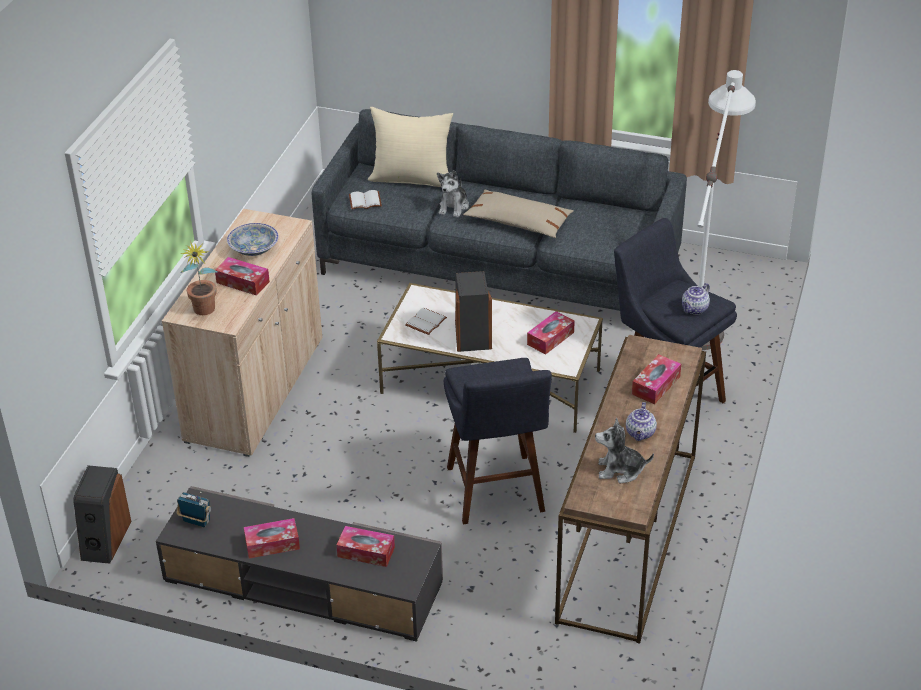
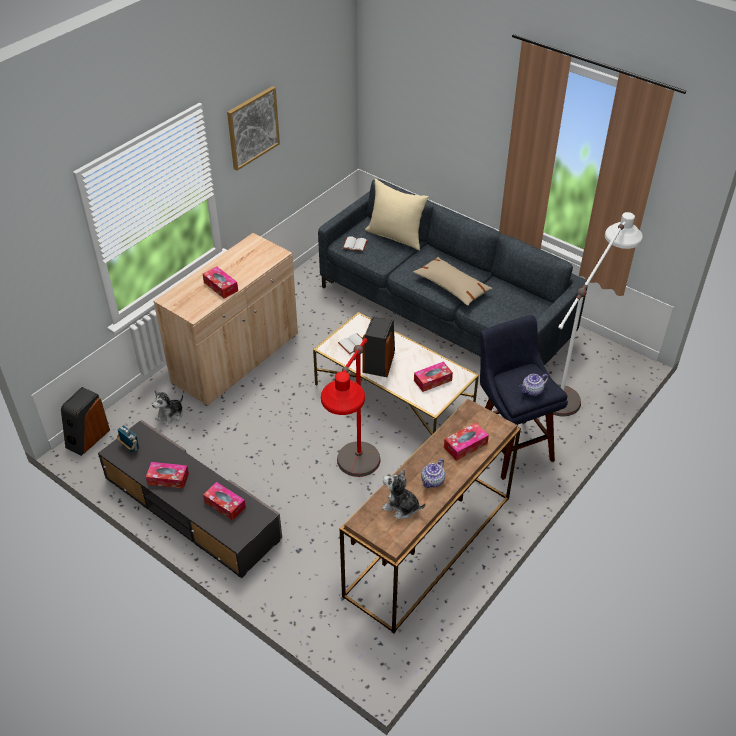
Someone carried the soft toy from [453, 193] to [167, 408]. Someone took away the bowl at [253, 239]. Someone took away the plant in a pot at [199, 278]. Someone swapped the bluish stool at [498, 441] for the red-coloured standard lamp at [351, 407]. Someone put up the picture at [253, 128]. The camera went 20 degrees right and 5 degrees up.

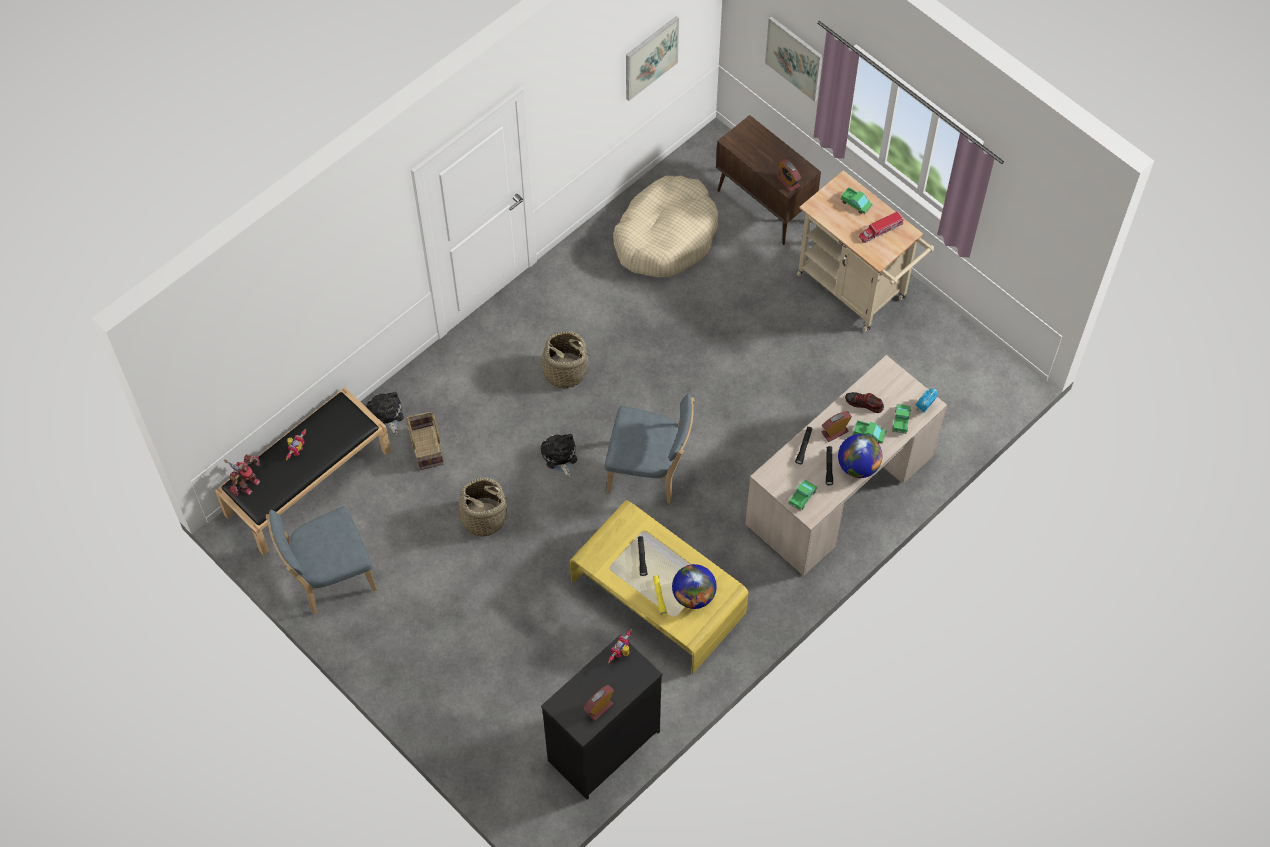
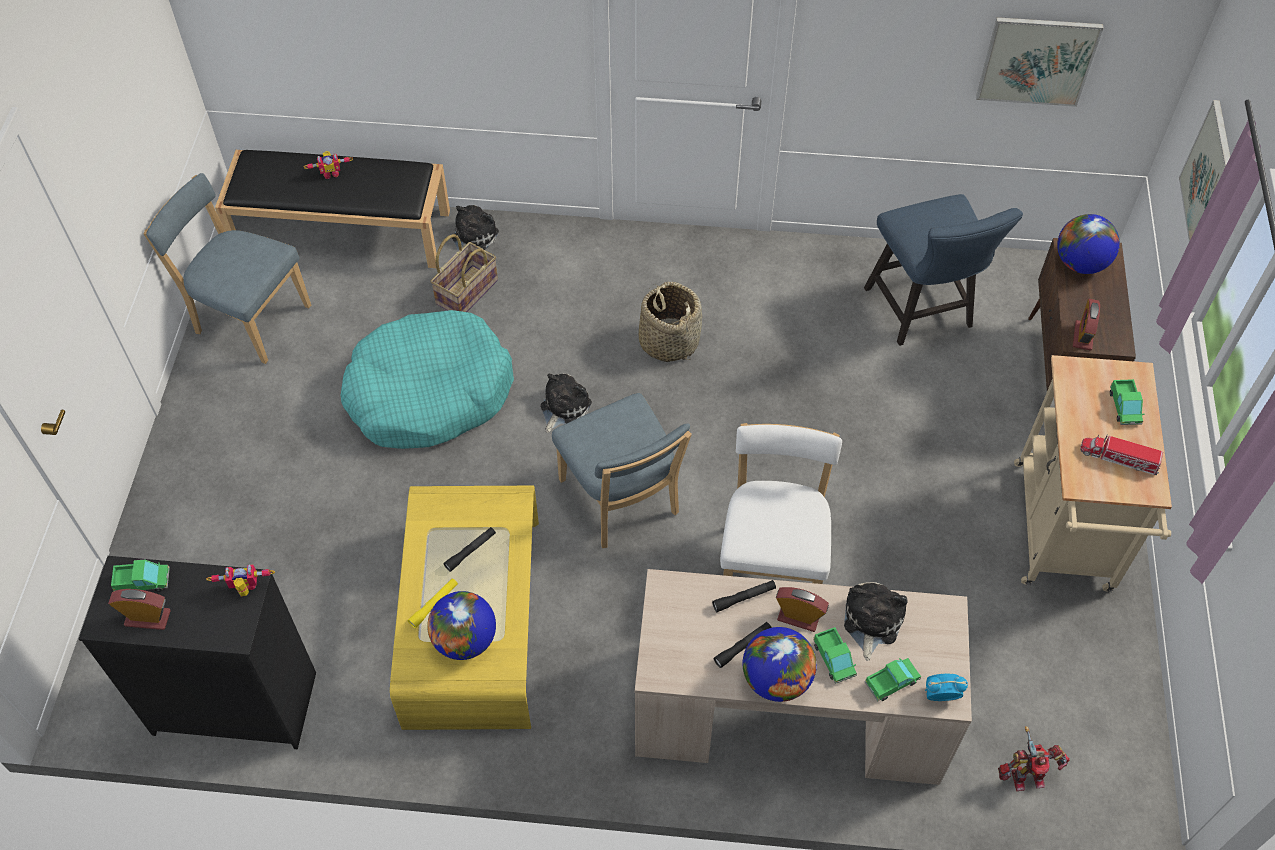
Someone swapped the beige-coloured dog bed at [665, 226] for the bluish chair at [943, 270]. Someone swapped the low shoe at [864, 402] for the soft toy at [876, 621]. Someone carried the robot figure from [241, 476] to [1034, 758]. Someone swapped the household basket at [480, 507] for the blue-green dog bed at [427, 379]. Someone carried the model truck from [802, 495] to [140, 576]. Someone put down the desk globe at [1088, 244]. Someone put down the white chair at [781, 503]. The camera went 50 degrees right and 5 degrees down.

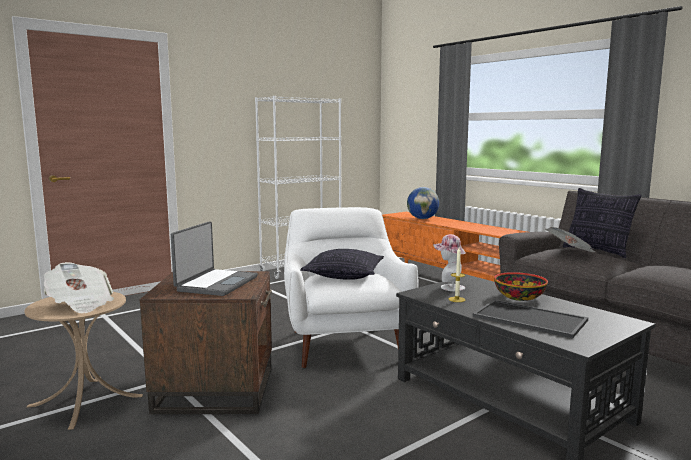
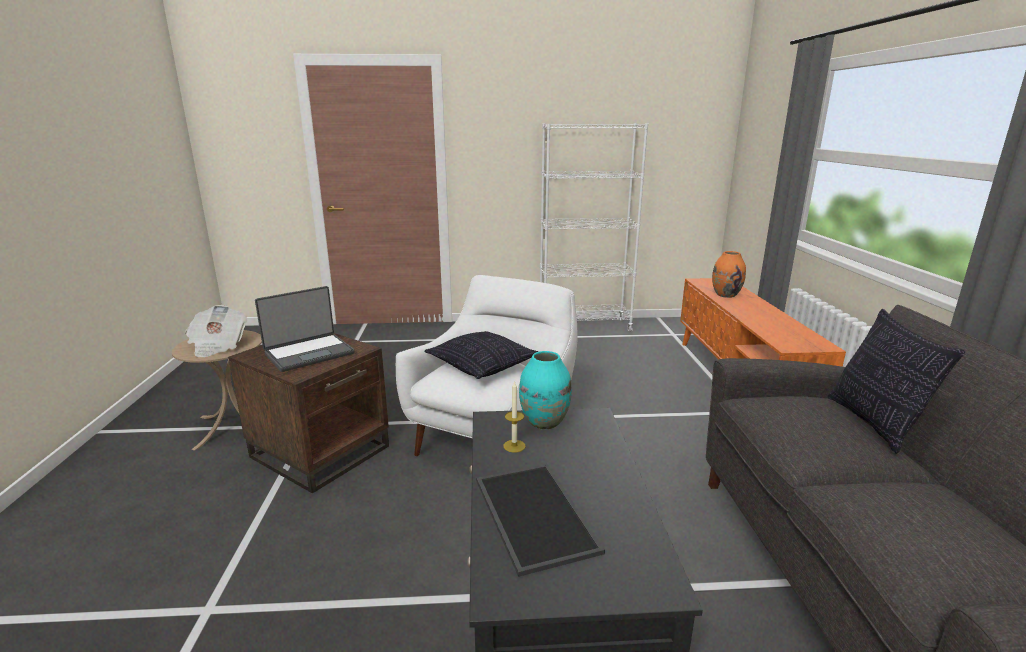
Someone swapped the desk globe at [423, 203] for the orangey vase at [729, 274]. Someone took away the printed paper at [570, 239]. Someone swapped the clothing hat at [449, 262] for the blue-green vase at [545, 390]. Someone took away the bowl at [521, 286]. The camera went 35 degrees right and 10 degrees up.

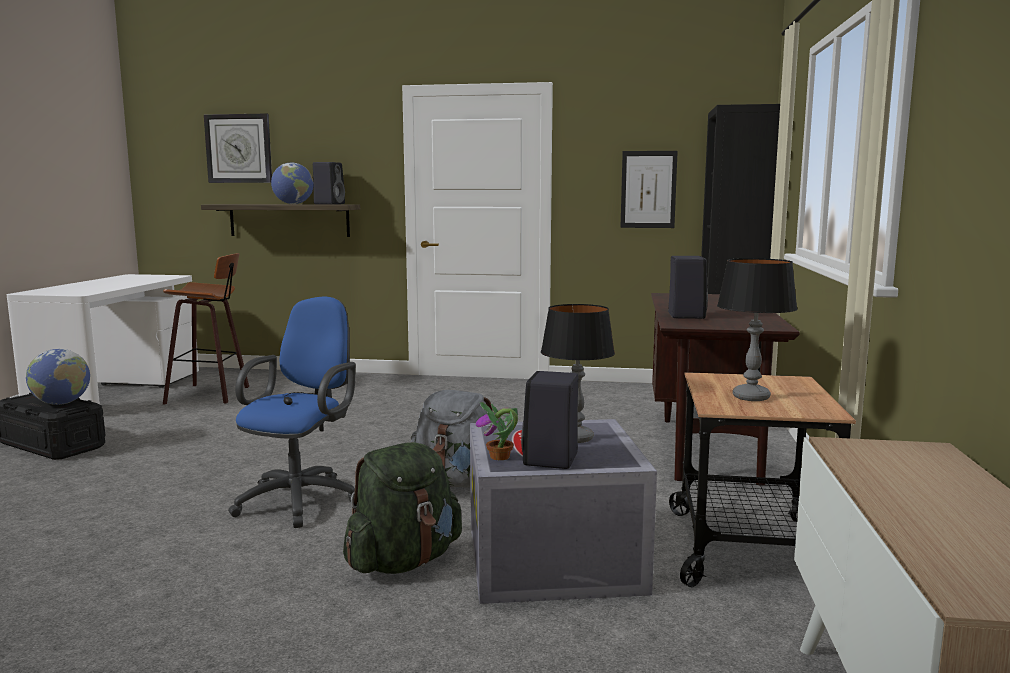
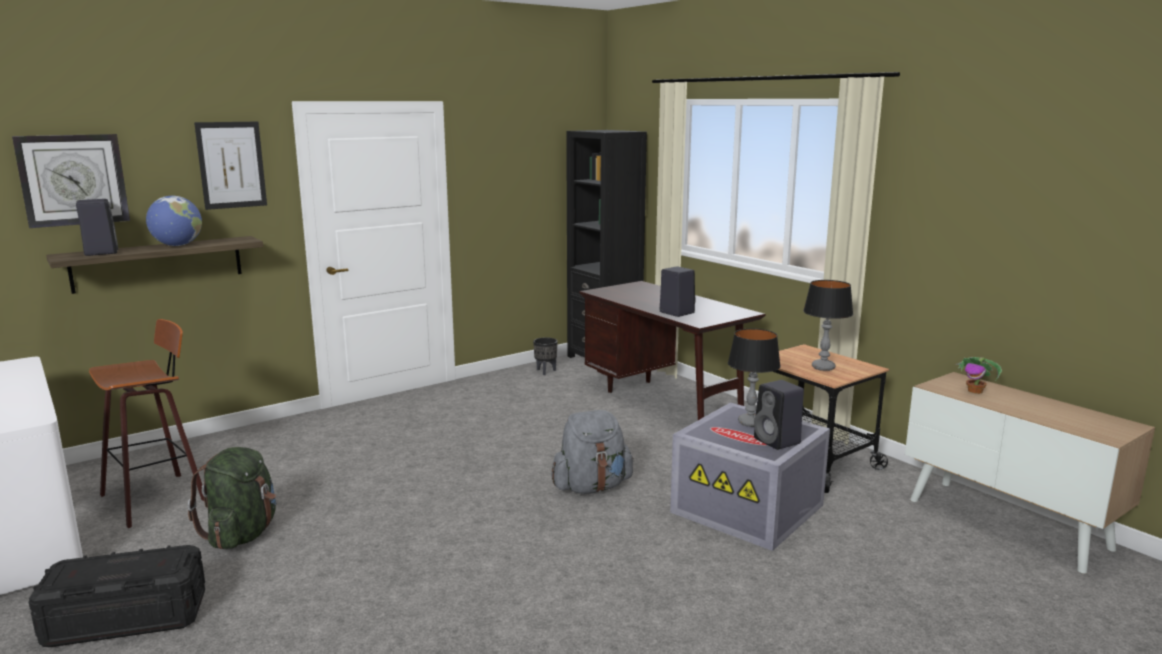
Someone carried the picture from [649, 189] to [230, 166]. Someone carried the black loudspeaker from [329, 183] to [97, 227]. Someone took away the bluish desk chair at [292, 412]. Someone took away the desk globe at [58, 377]. Someone carried the plant in a pot from [497, 431] to [979, 375]. Someone carried the green-coloured knapsack from [402, 508] to [232, 498]. Someone put down the black planter at [545, 356]. The camera went 45 degrees left and 5 degrees up.

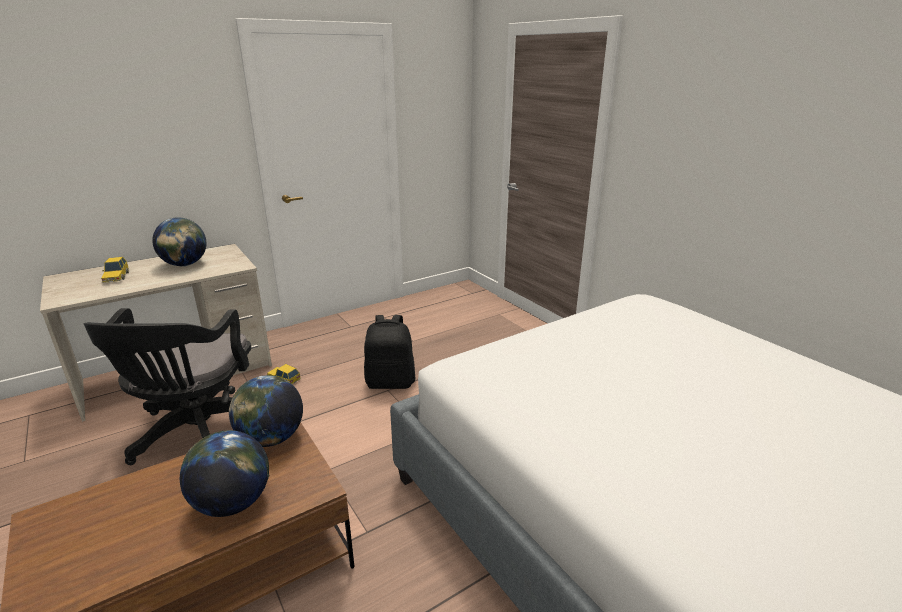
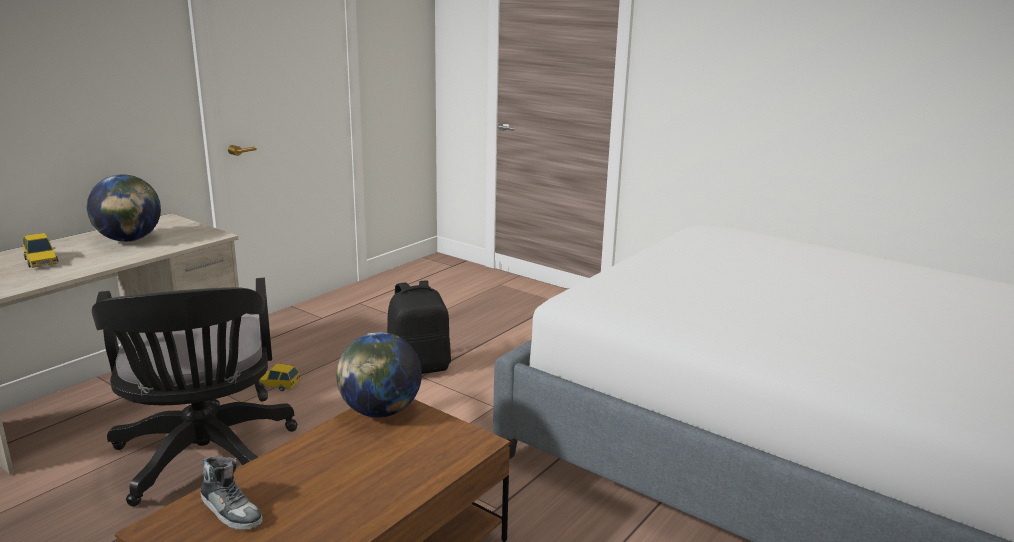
Someone took away the desk globe at [224, 473]. Someone put down the low shoe at [232, 493]. The camera went 20 degrees left and 5 degrees down.

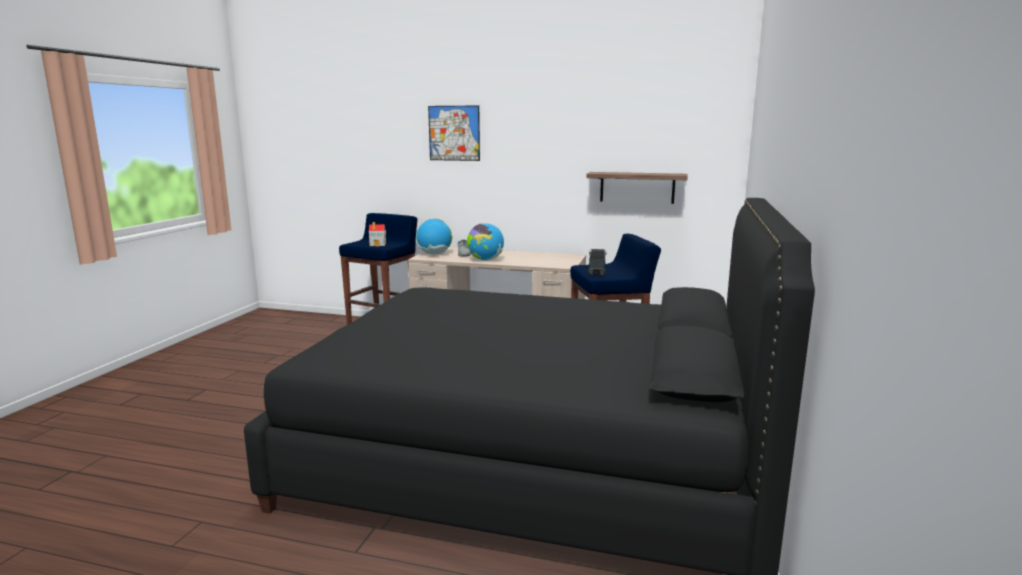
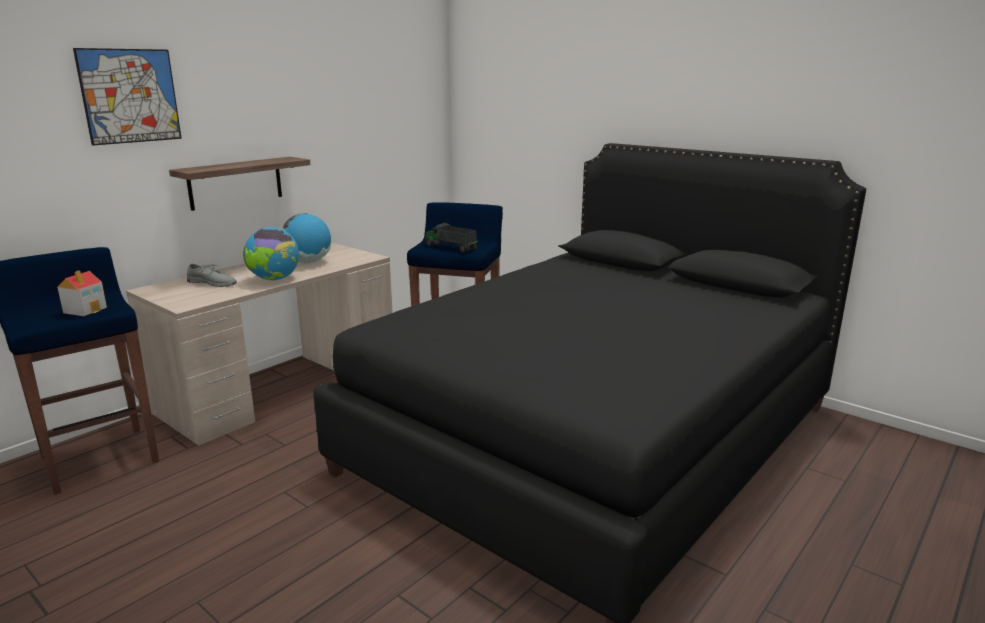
Someone carried the bracket shelf from [637, 188] to [239, 184]. Someone carried the desk globe from [434, 237] to [306, 238]. The camera went 65 degrees left and 5 degrees up.

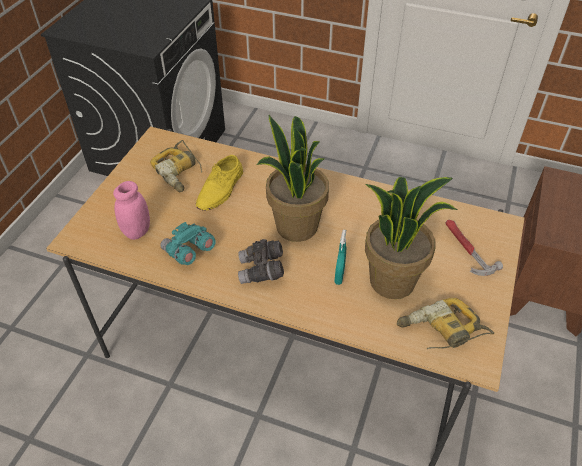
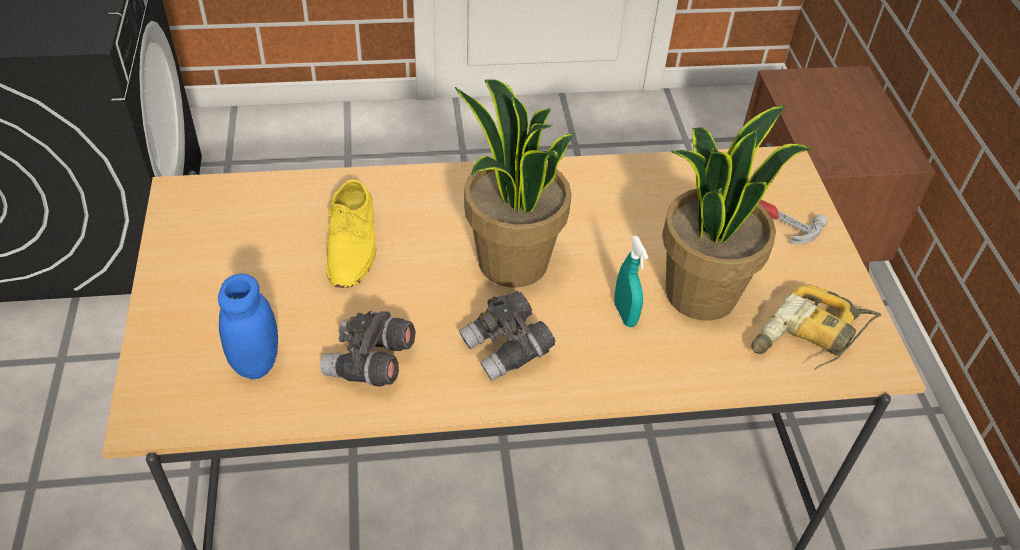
Someone took away the power drill at [176, 166]. Someone repainted the pinkish jar at [131, 210], which became the bluish jar at [248, 326]. Someone repainted the blue-green binoculars at [188, 243], which became the gray binoculars at [368, 349]. The camera went 30 degrees left and 0 degrees up.

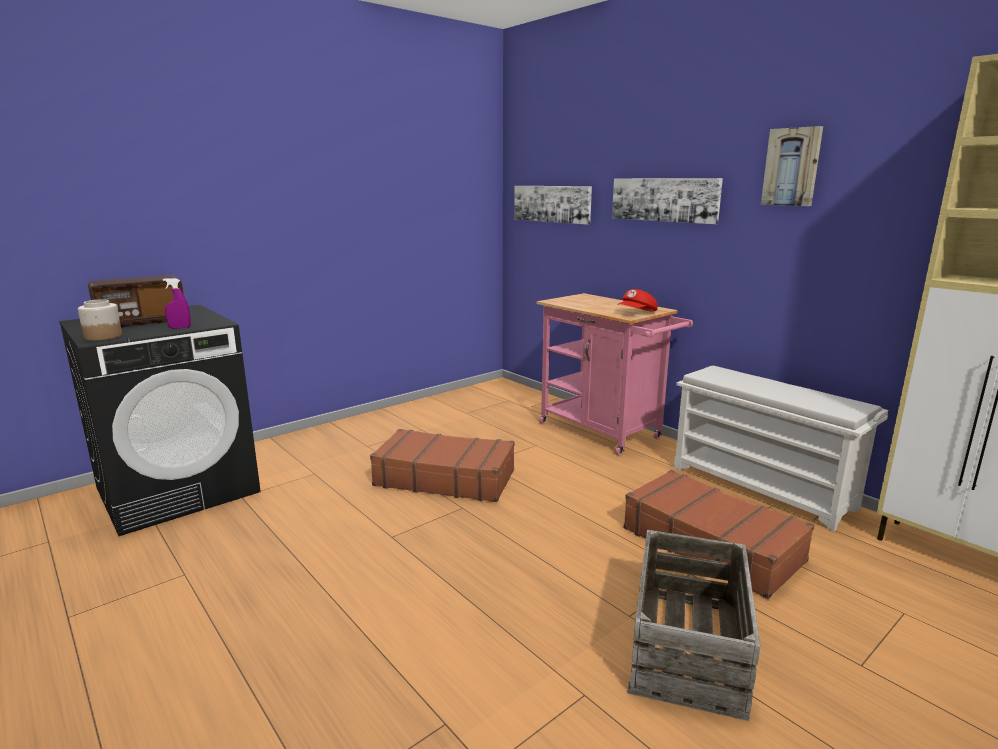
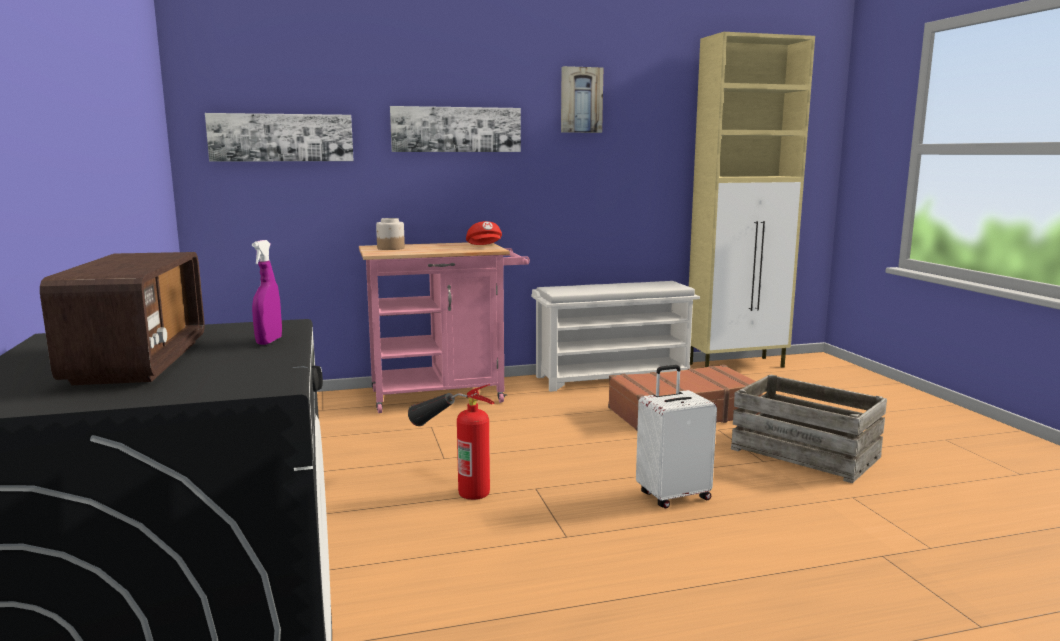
Someone carried the jar from [100, 320] to [390, 234]. Someone swapped the brown-coloured suitcase at [442, 465] for the extinguisher at [451, 442]. Someone put down the white suitcase at [676, 437]. The camera went 65 degrees left and 5 degrees down.

